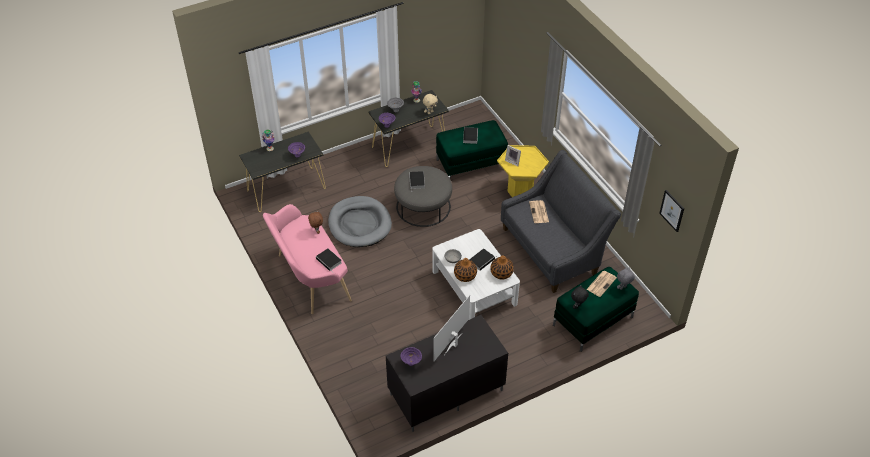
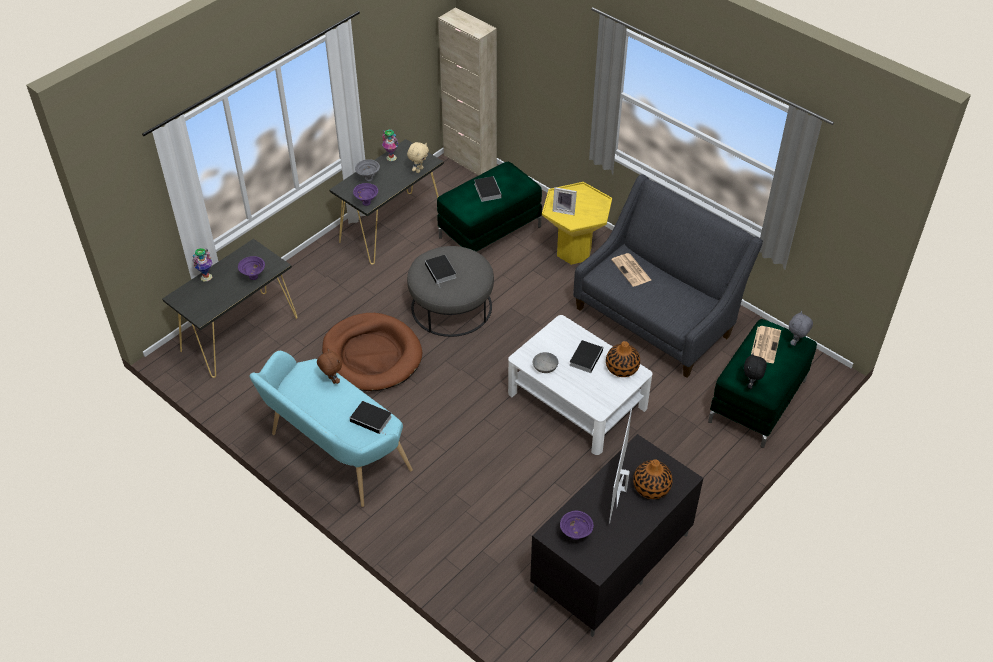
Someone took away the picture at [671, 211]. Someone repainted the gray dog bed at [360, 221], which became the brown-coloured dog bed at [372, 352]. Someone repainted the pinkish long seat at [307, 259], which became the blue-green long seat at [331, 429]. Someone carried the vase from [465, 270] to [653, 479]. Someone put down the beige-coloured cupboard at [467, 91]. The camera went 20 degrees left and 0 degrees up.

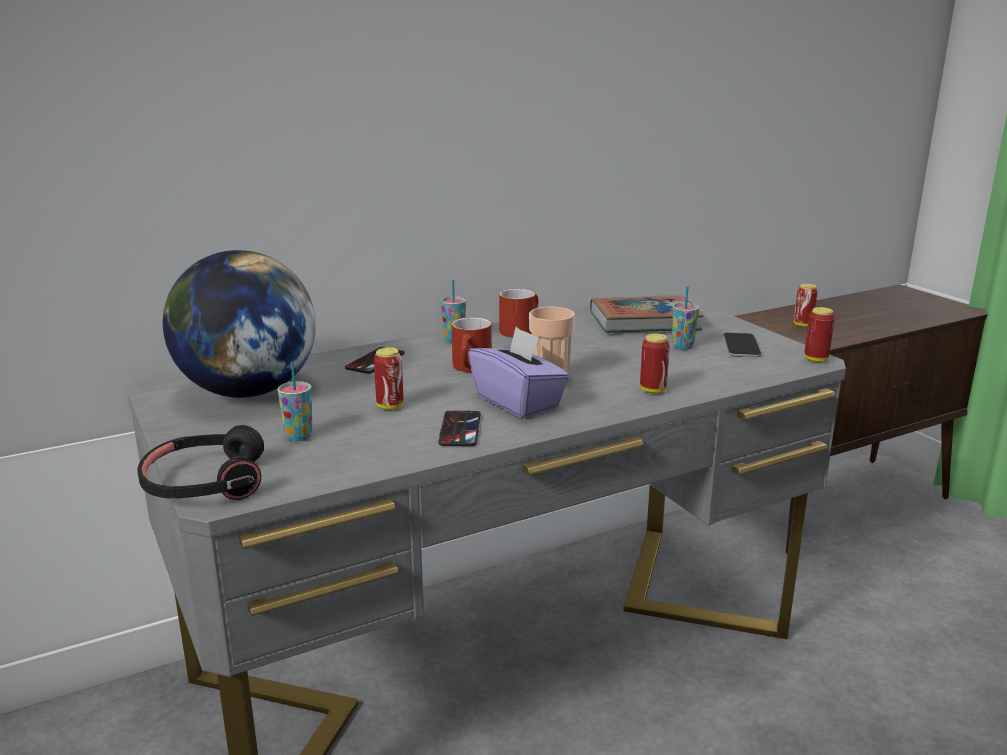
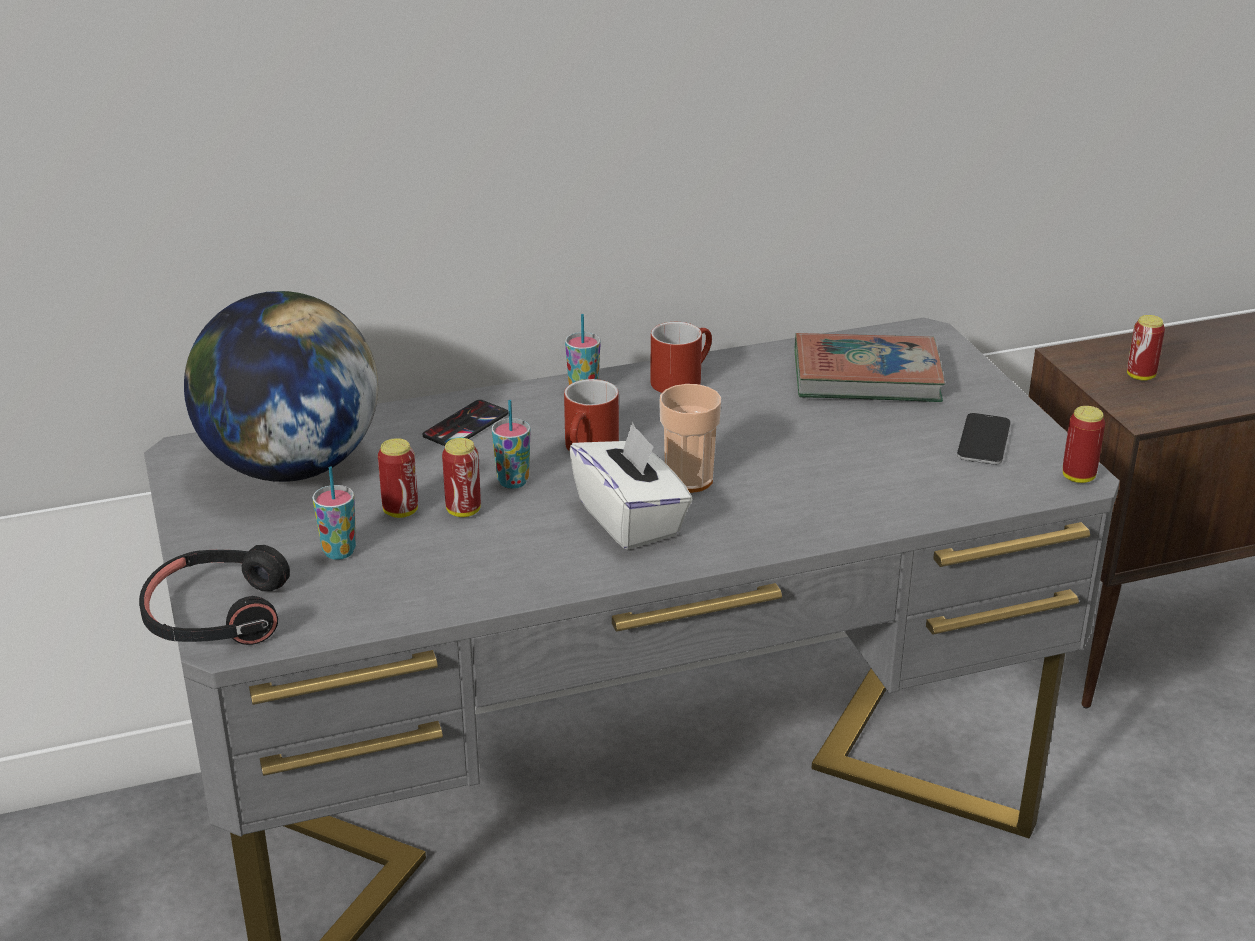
Someone carried the drinking cup from [685, 318] to [511, 444]. Someone repainted the purple-coloured tissue box at [519, 373], which became the white tissue box at [630, 486]. Someone carried the sealed can from [655, 363] to [398, 478]. Someone took away the handset at [459, 428]. The camera went 10 degrees right and 10 degrees up.

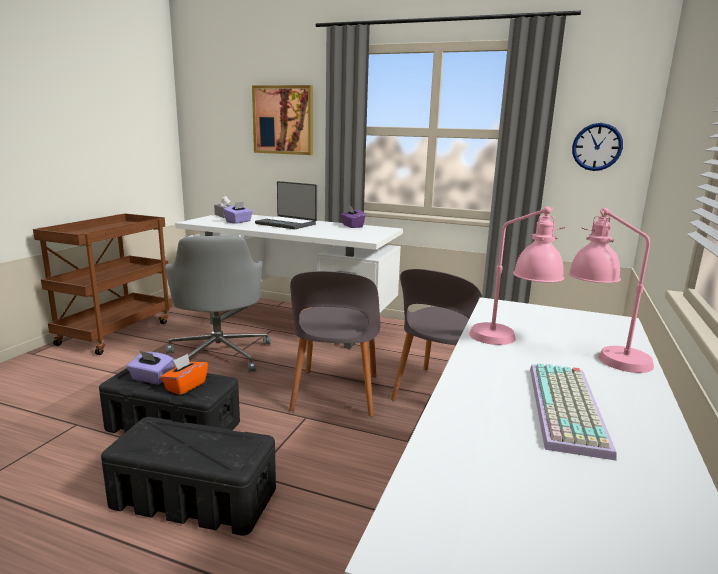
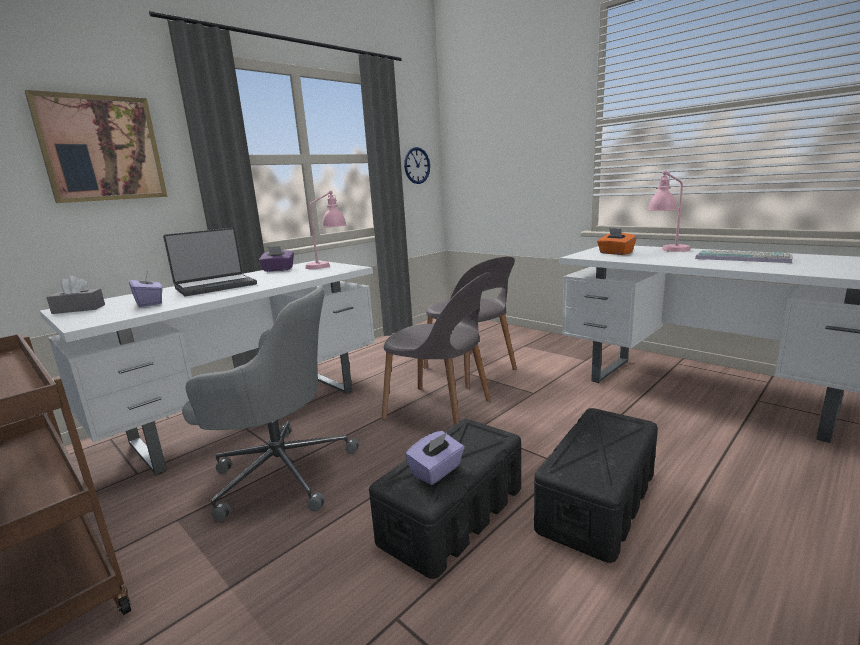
Someone carried the pinkish lamp for a table from [517, 275] to [326, 229]. Someone carried the orangey tissue box from [184, 374] to [617, 241]. The camera went 65 degrees left and 0 degrees up.

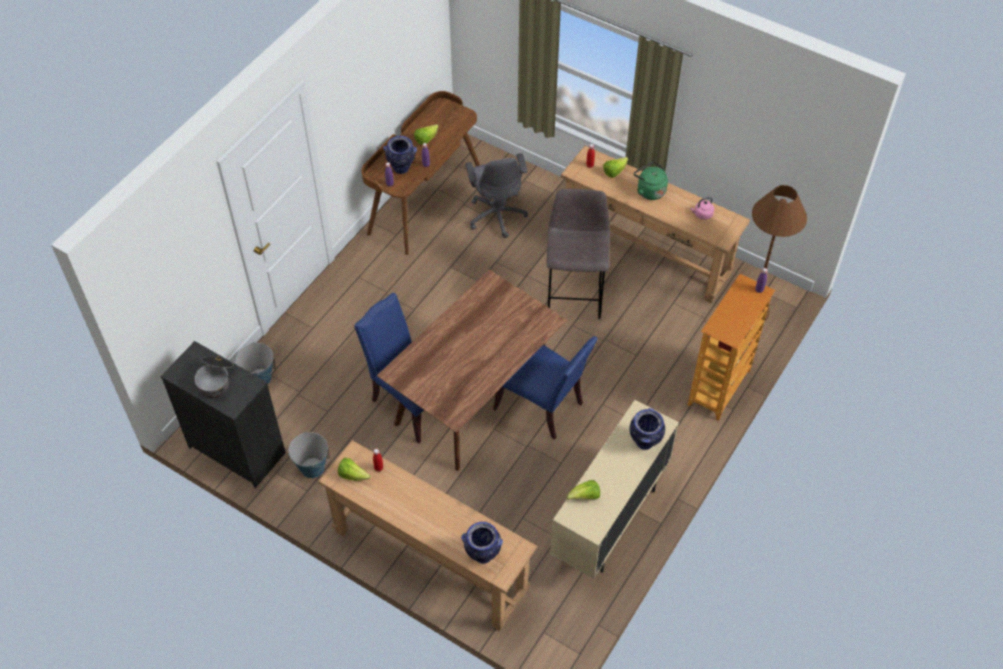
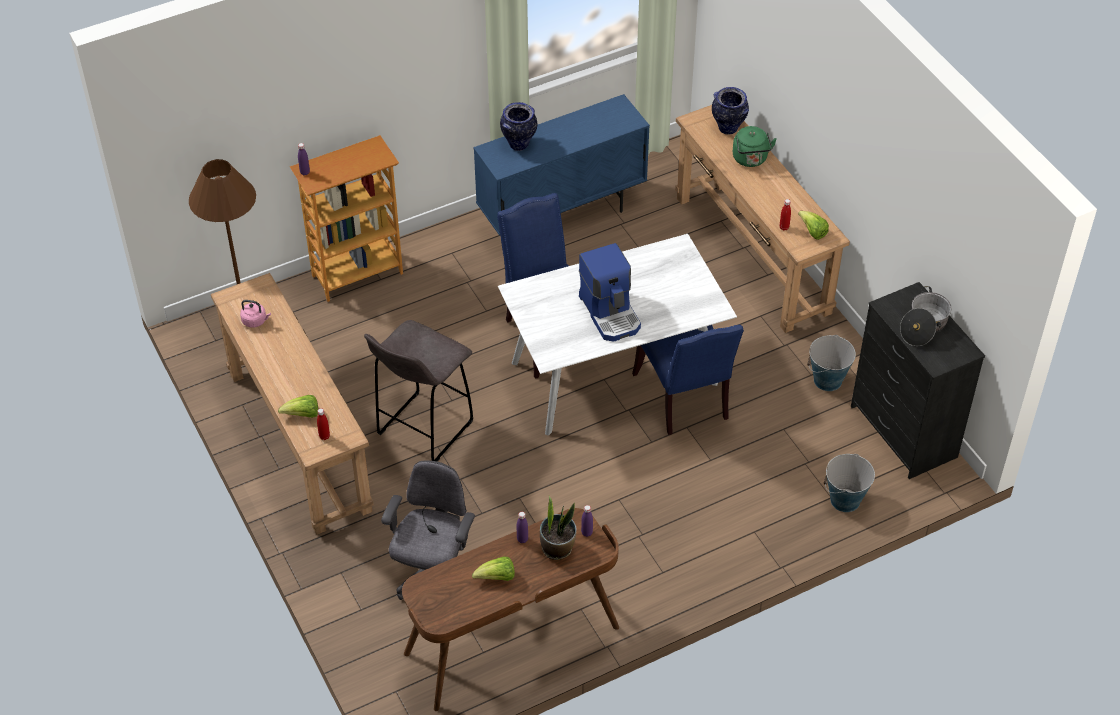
Someone swapped the vase at [400, 155] for the plant in a pot at [558, 528]. Someone carried the green-coloured water kettle from [651, 180] to [755, 146]. Someone repainted the brown-coloured dining table at [472, 370], which became the white dining table at [617, 334]. Someone repainted the beige-coloured cupboard at [614, 489], which became the bluish cupboard at [561, 165]. Someone took away the lettuce head at [583, 490]. Someone put down the coffee brewer at [610, 292]. The camera went 150 degrees left and 5 degrees down.

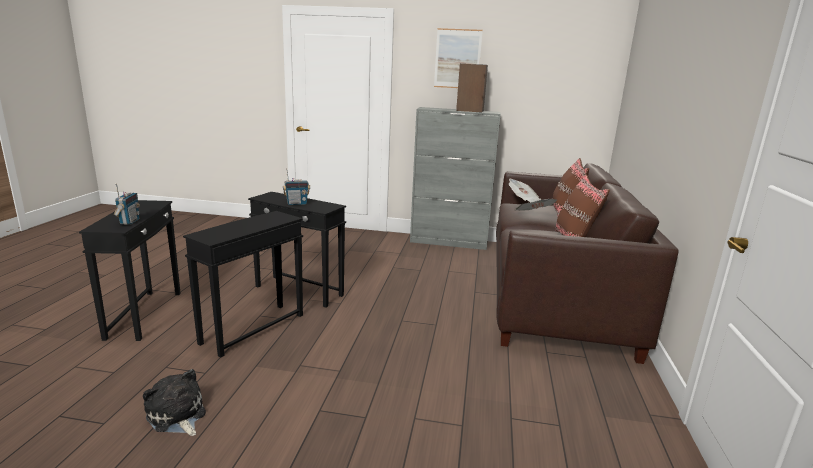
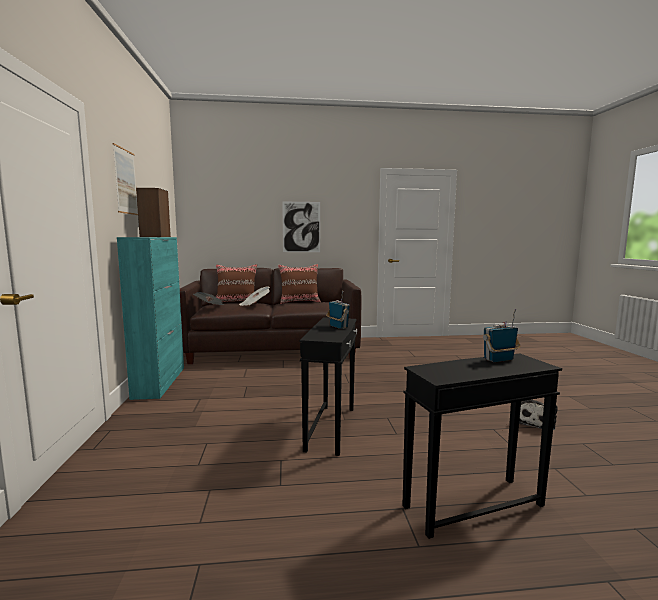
Someone repainted the gray cupboard at [455, 178], which became the blue-green cupboard at [150, 318]. Someone took away the black side table at [243, 284]. Someone put up the picture at [301, 226]. The camera went 105 degrees left and 10 degrees down.

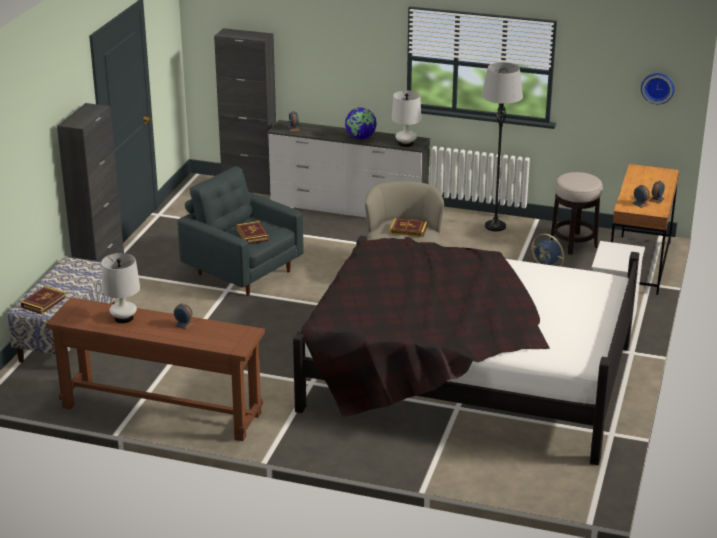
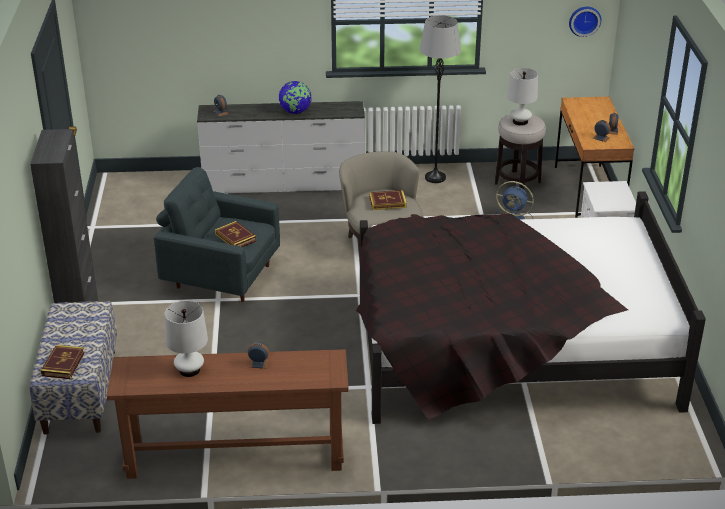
Someone took away the black cupboard at [245, 112]. Someone carried the white lamp for a table from [406, 119] to [522, 97]. The camera went 20 degrees left and 5 degrees up.

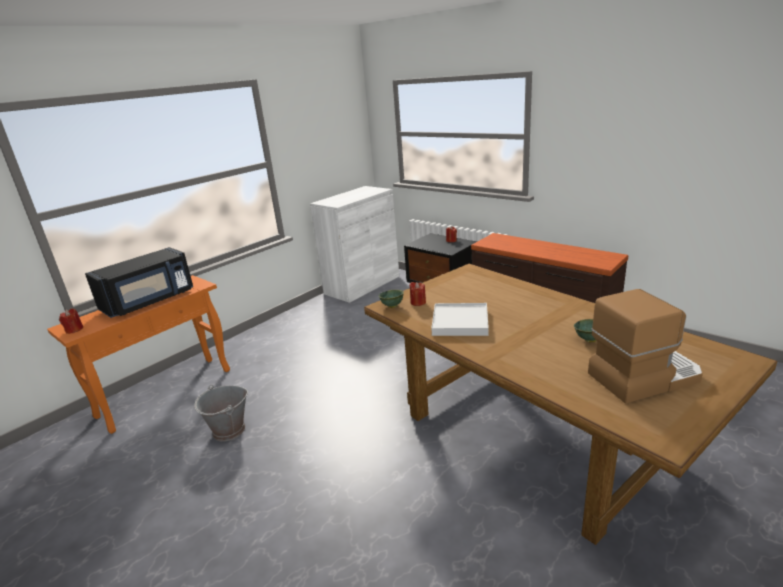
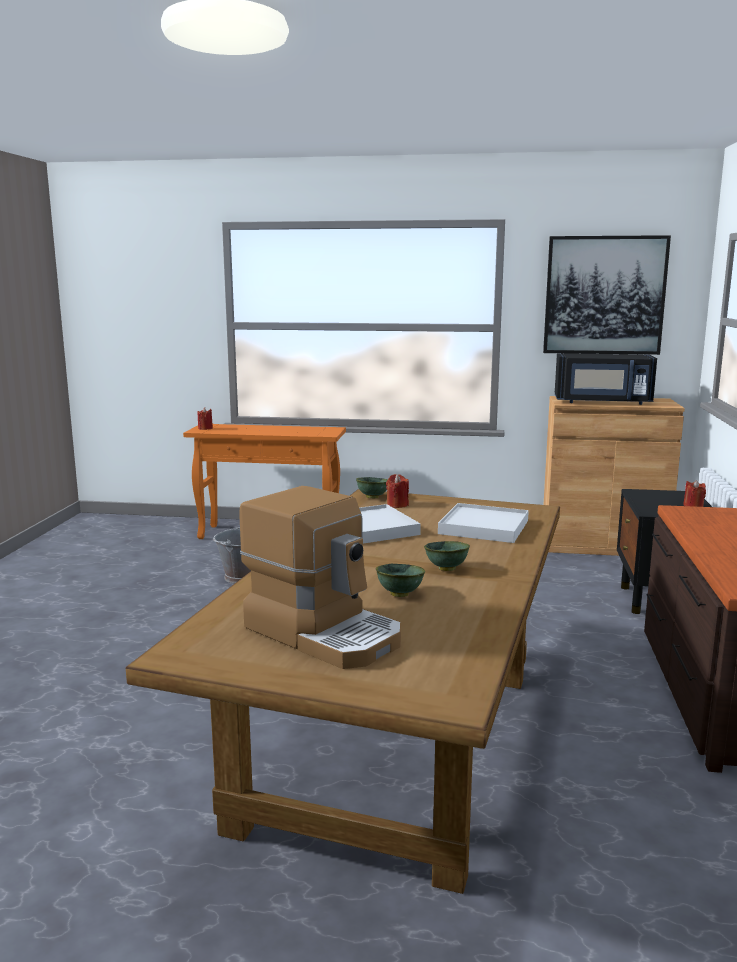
Someone repainted the white cupboard at [354, 244], which became the brown-coloured cupboard at [614, 476]. Someone carried the black kitchen microwave from [139, 282] to [606, 379]. Someone put up the picture at [607, 295]. Someone put down the white serving tray at [483, 523]. Someone put down the green-coloured bowl at [447, 556]. The camera went 55 degrees right and 10 degrees down.

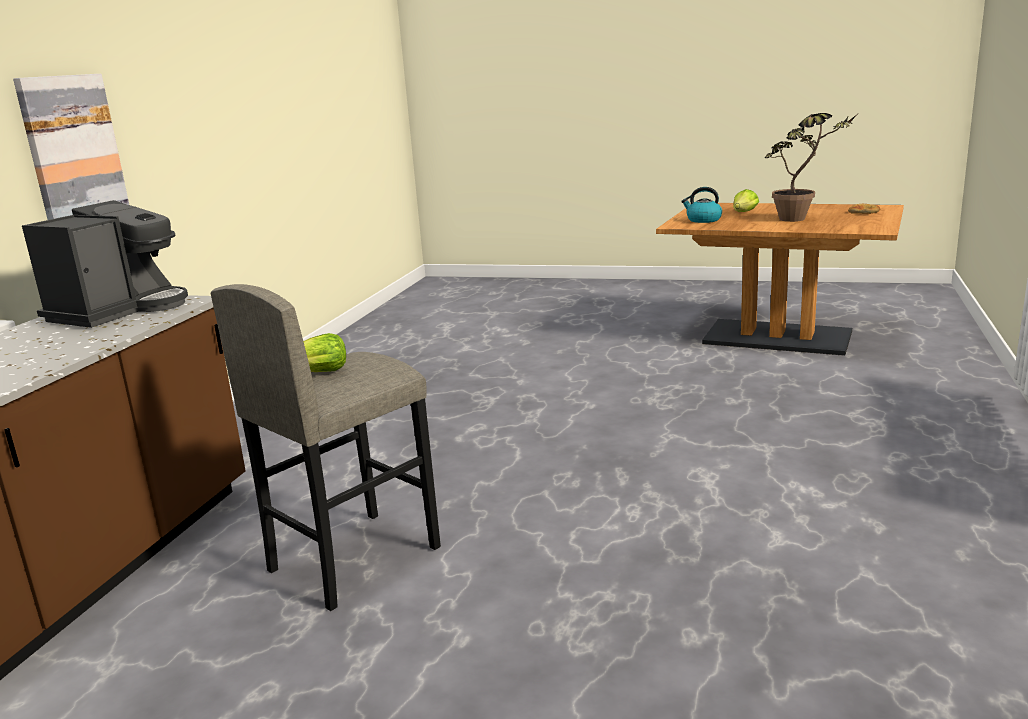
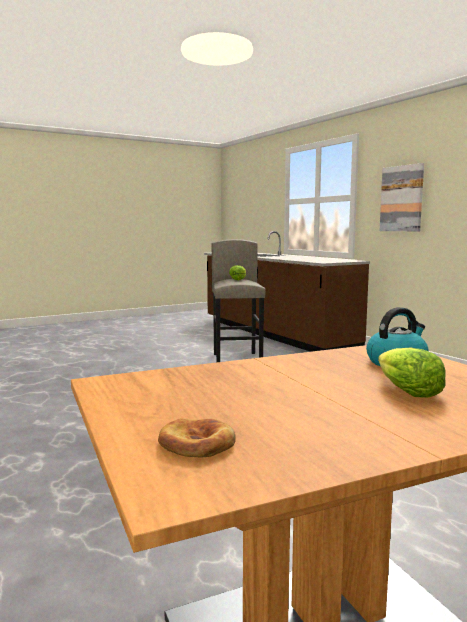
Someone took away the plant in a pot at [810, 167]. Someone took away the coffee brewer at [105, 264]. The camera went 130 degrees right and 10 degrees down.

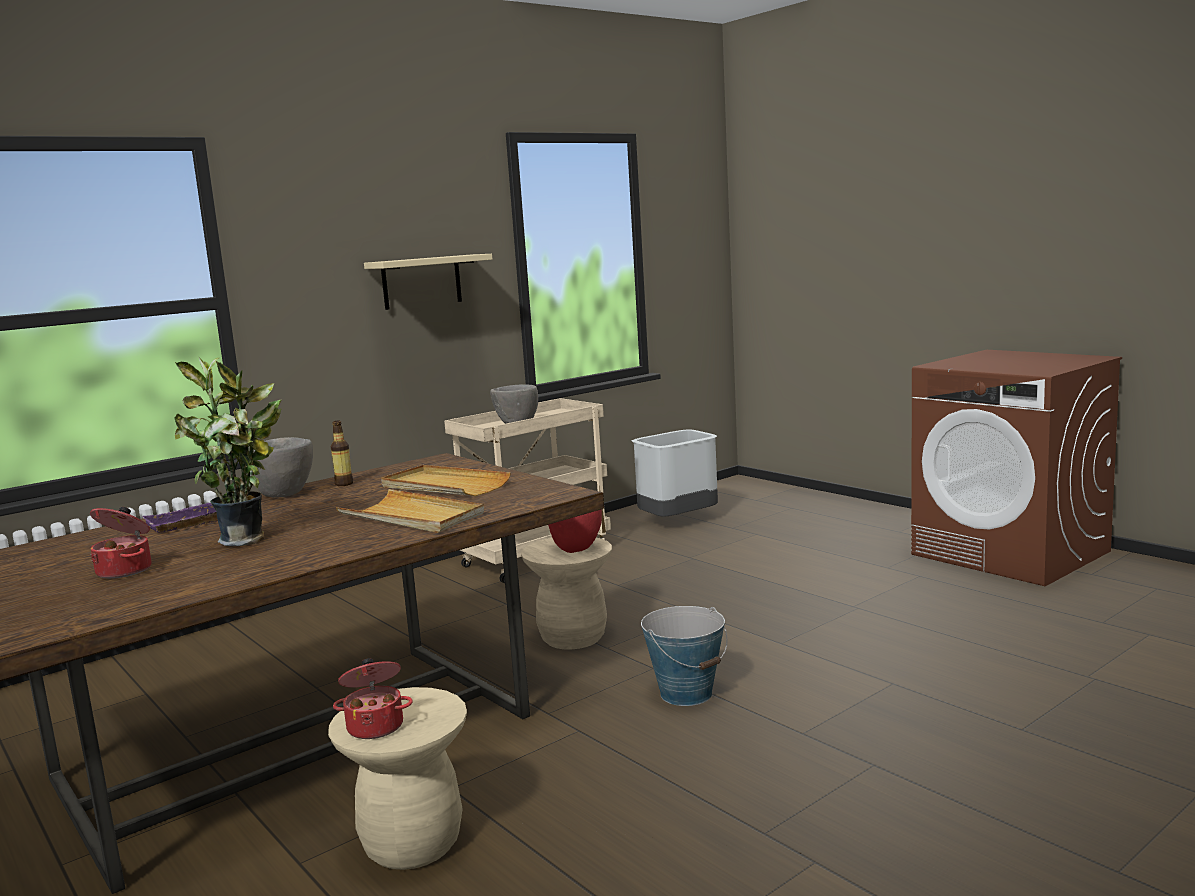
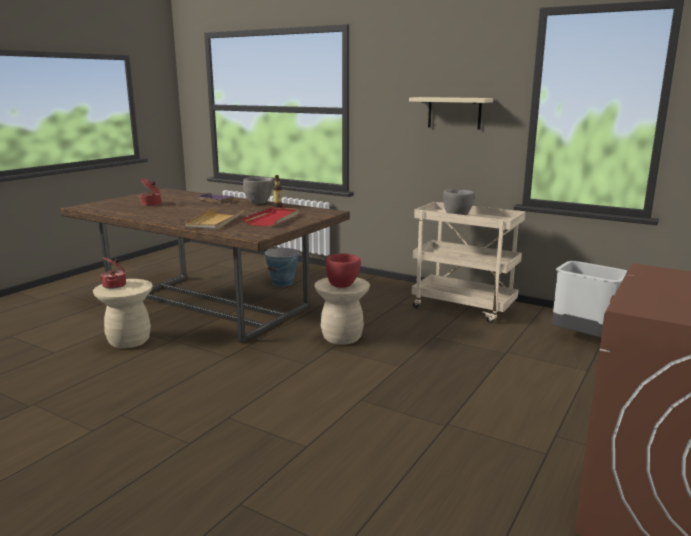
Someone took away the plant in a pot at [228, 451]. Someone repainted the beige-coloured serving tray at [446, 480], which became the red-coloured serving tray at [270, 216]. Someone carried the bucket from [684, 656] to [281, 267]. The camera went 70 degrees right and 5 degrees up.

